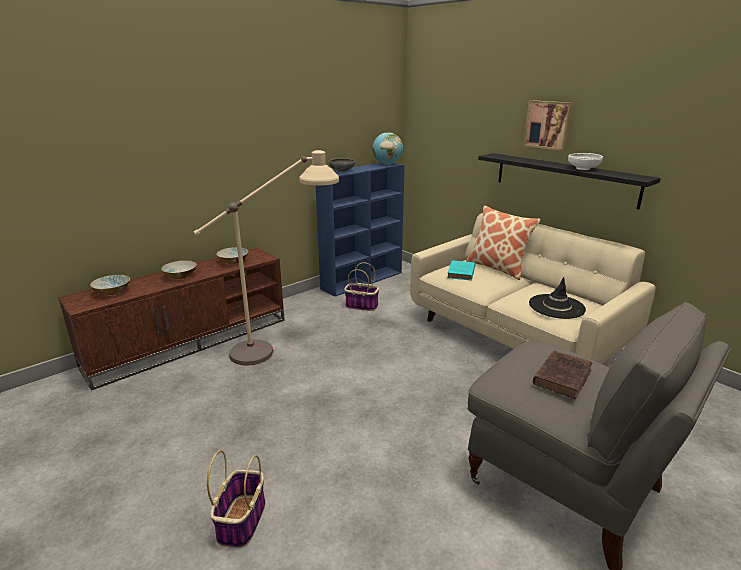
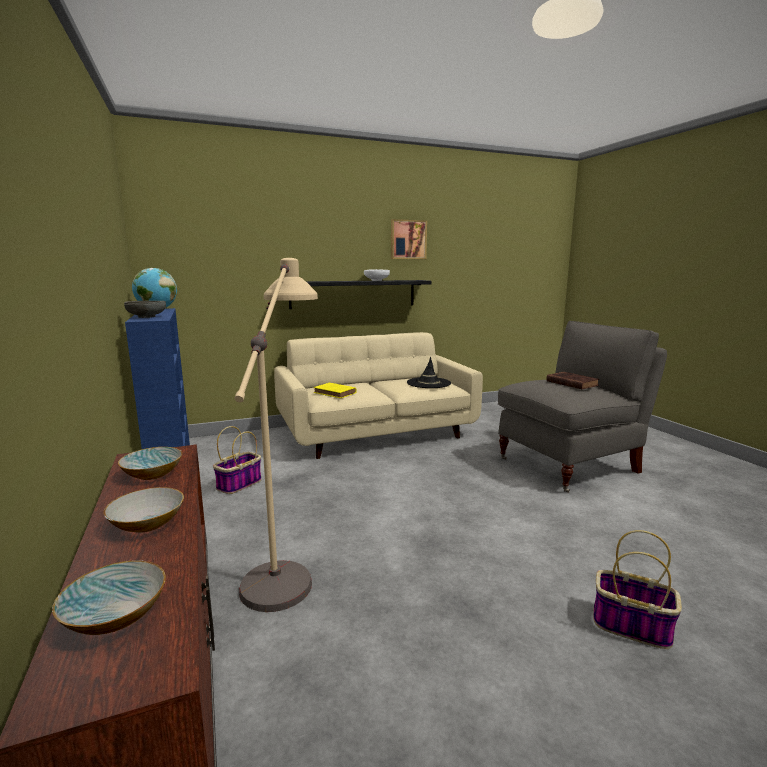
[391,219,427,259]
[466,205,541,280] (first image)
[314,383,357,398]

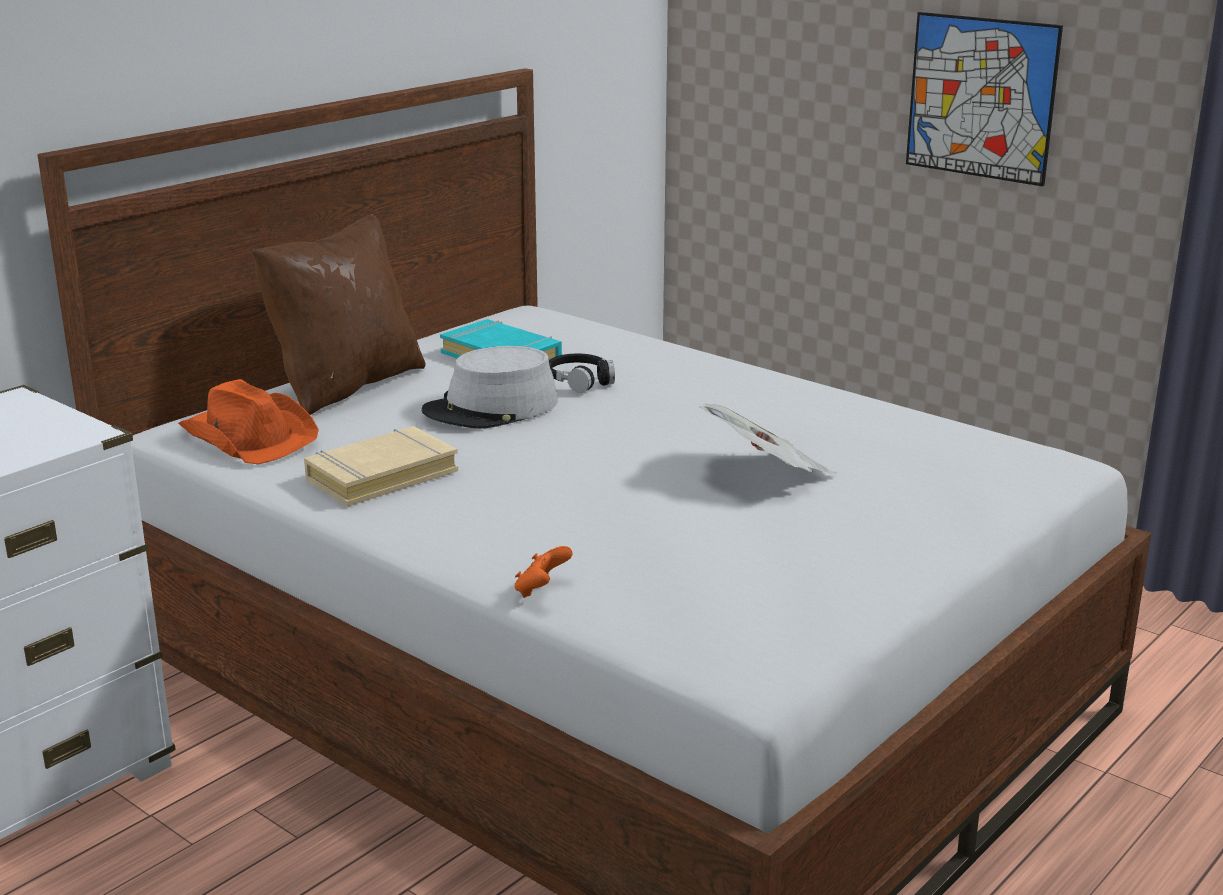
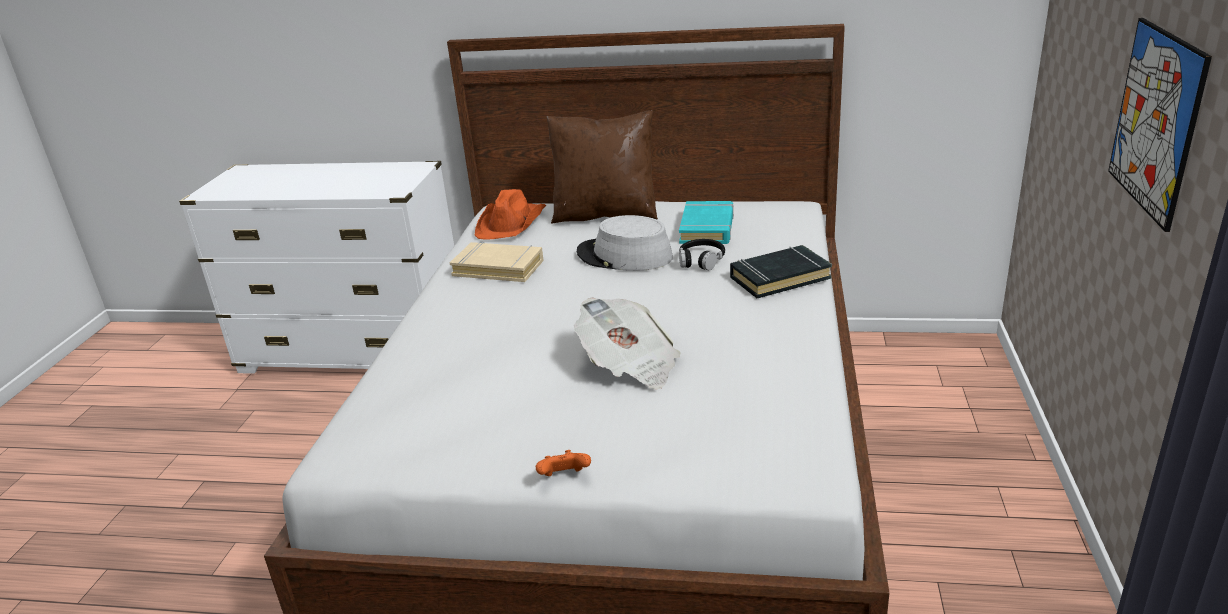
[536,450,591,476]
[730,245,832,298]

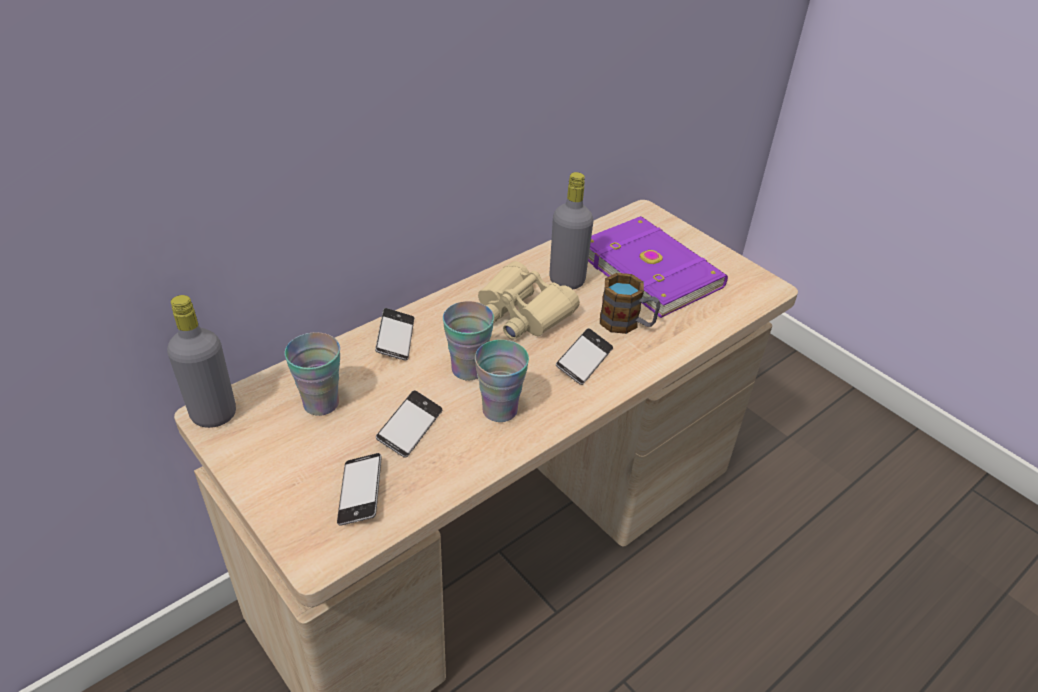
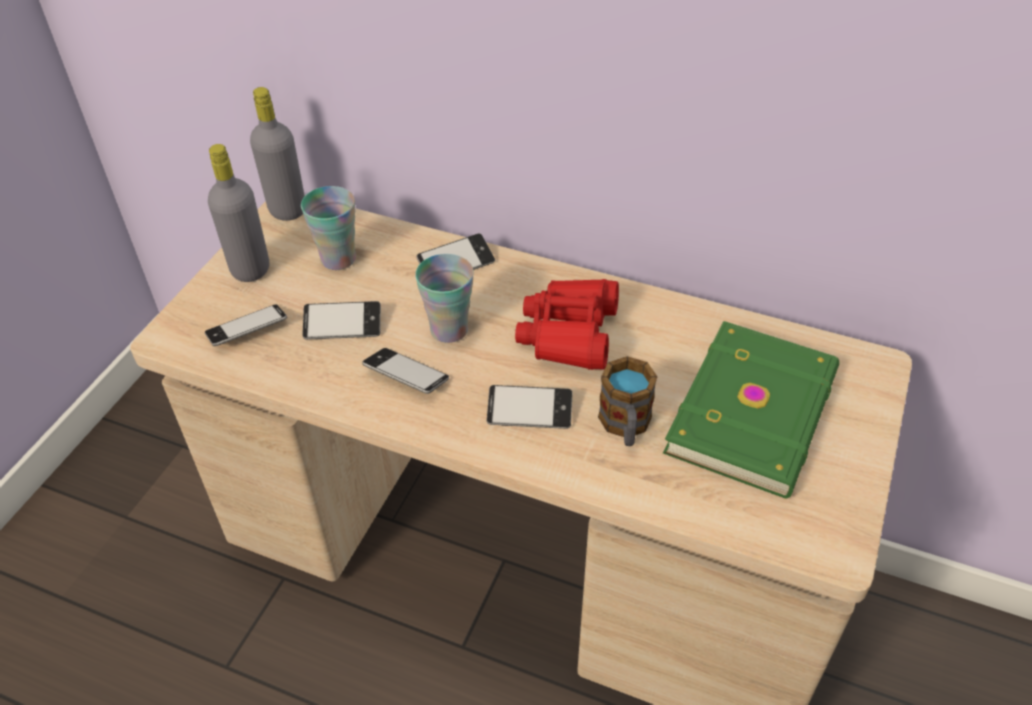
[208,144,269,282]
[663,321,839,499]
[515,279,619,370]
[362,348,449,394]

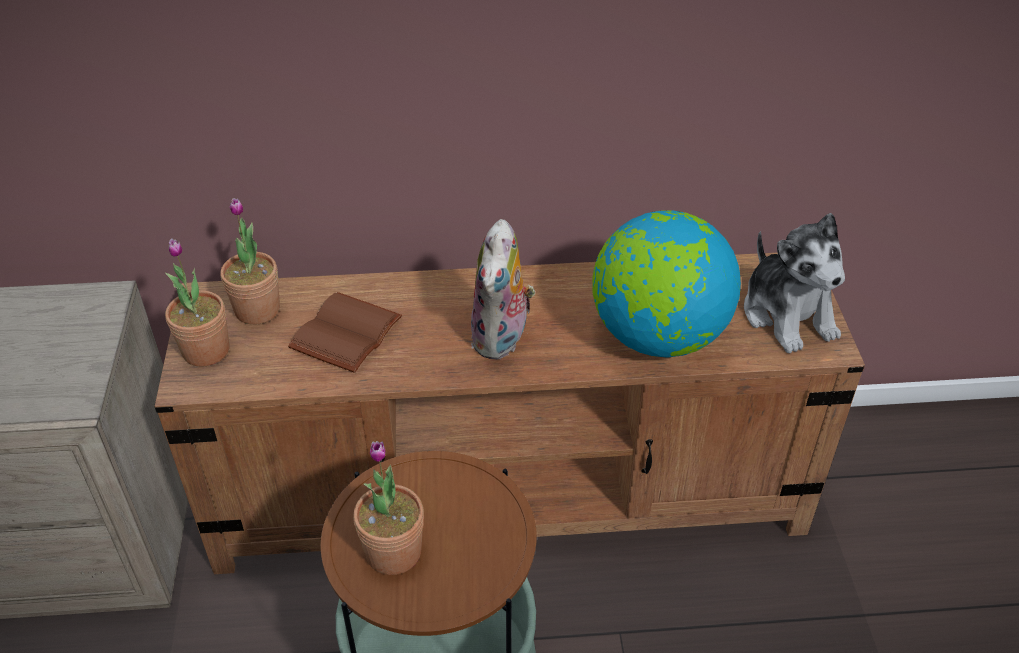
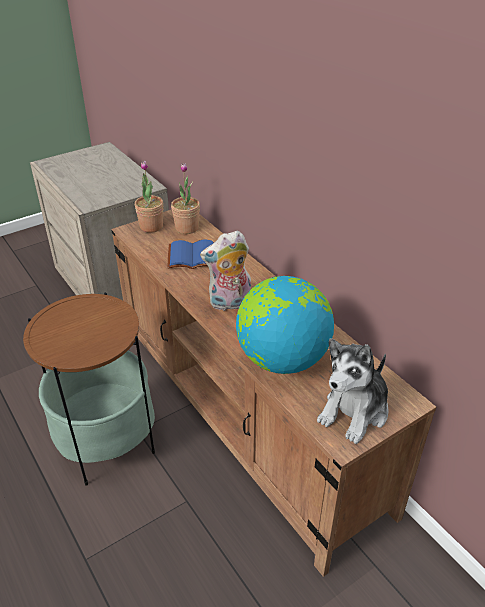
[167,240,214,269]
[353,441,424,575] (first image)

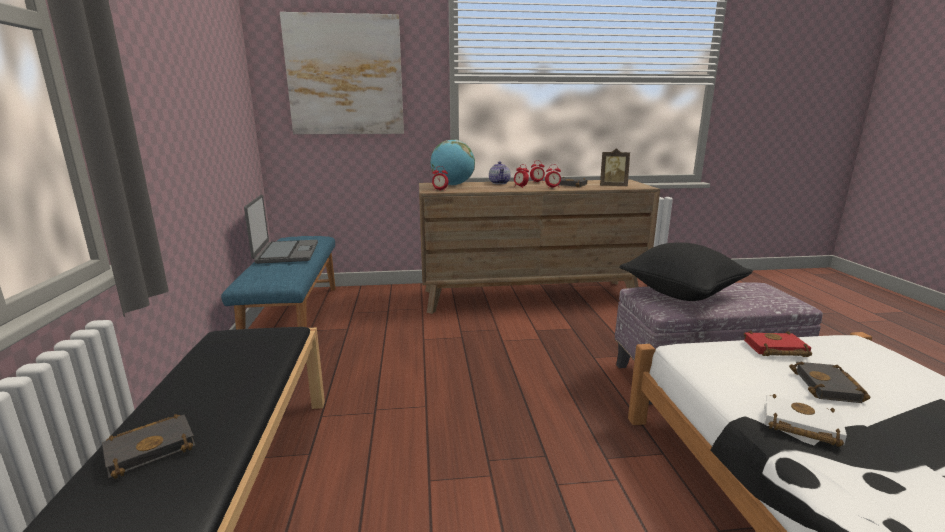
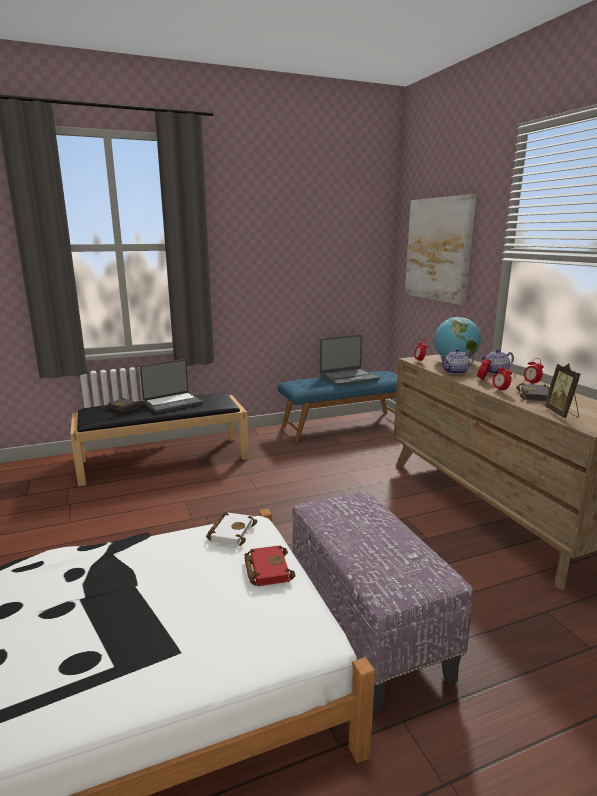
[620,242,753,301] (first image)
[789,362,871,403] (first image)
[206,513,257,546]
[440,349,474,374]
[140,359,203,413]

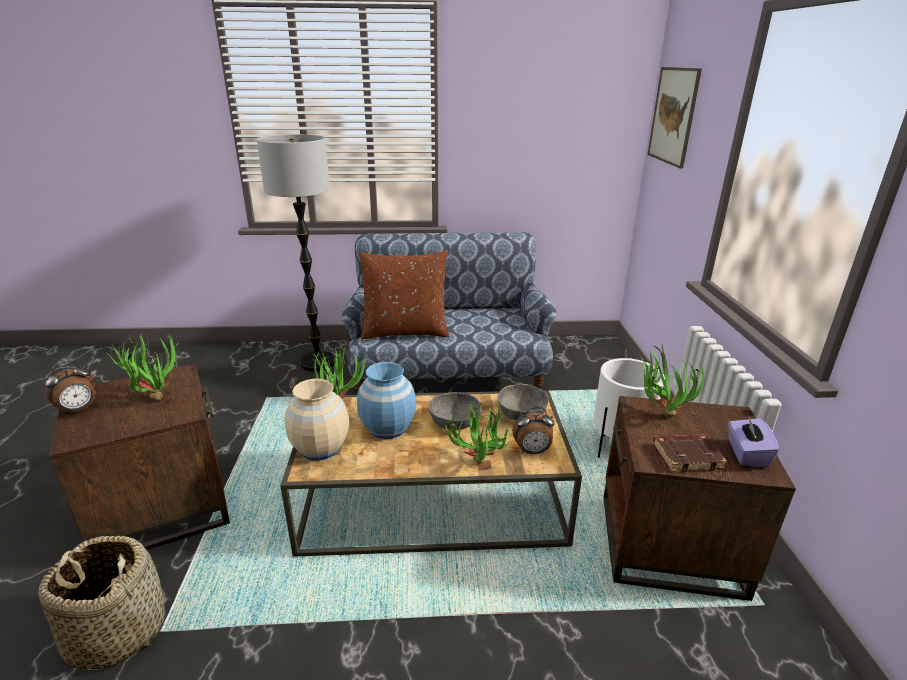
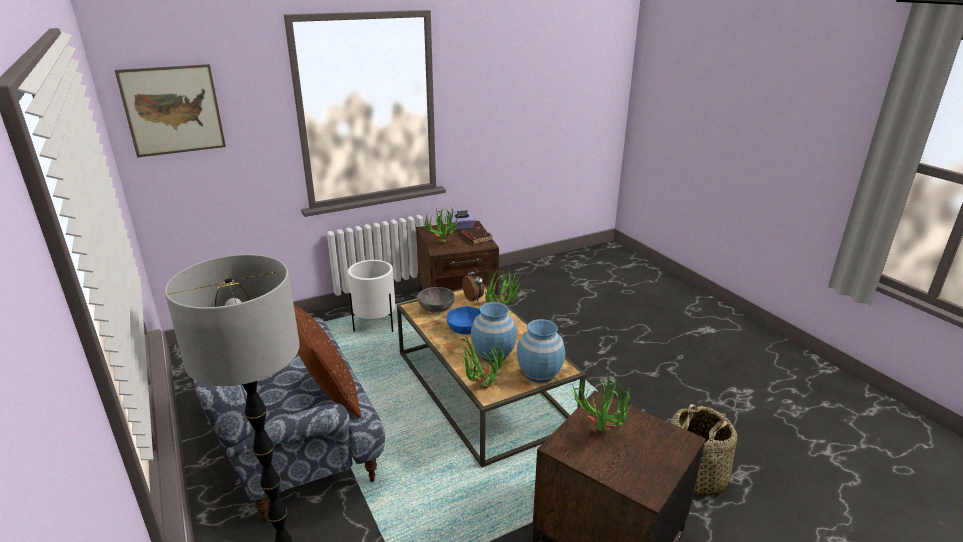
[45,361,96,415] (first image)
[517,319,565,383]
[447,306,481,335]

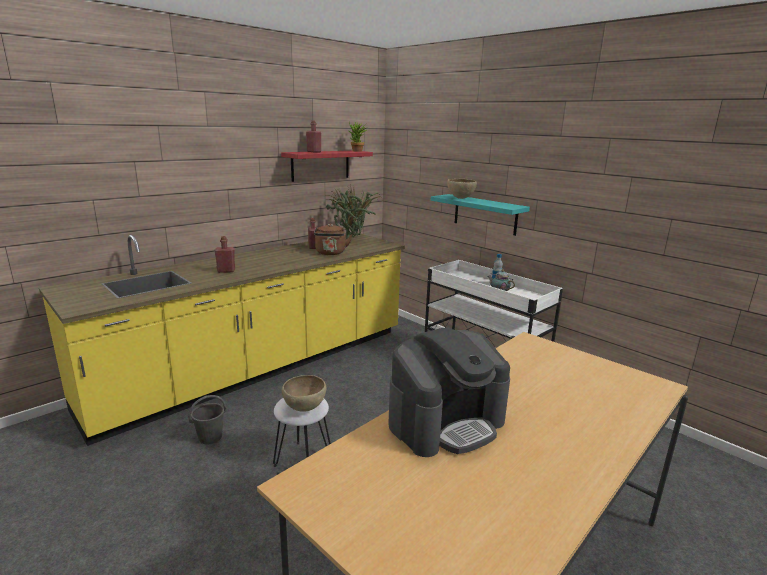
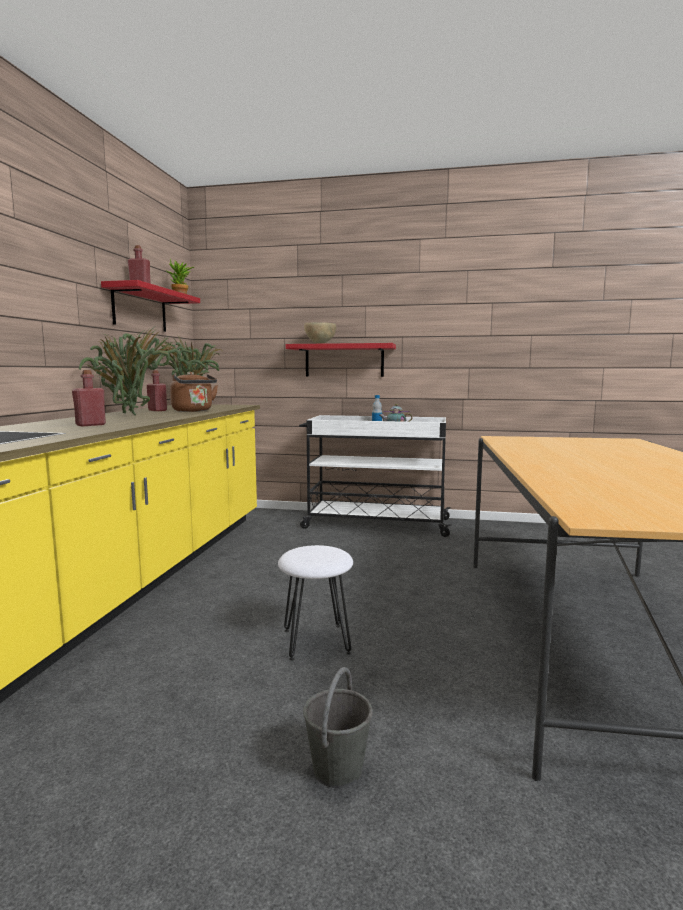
[286,343,396,377]
[388,327,510,457] (first image)
[282,375,327,412] (first image)
[303,667,373,788]
[79,325,181,415]

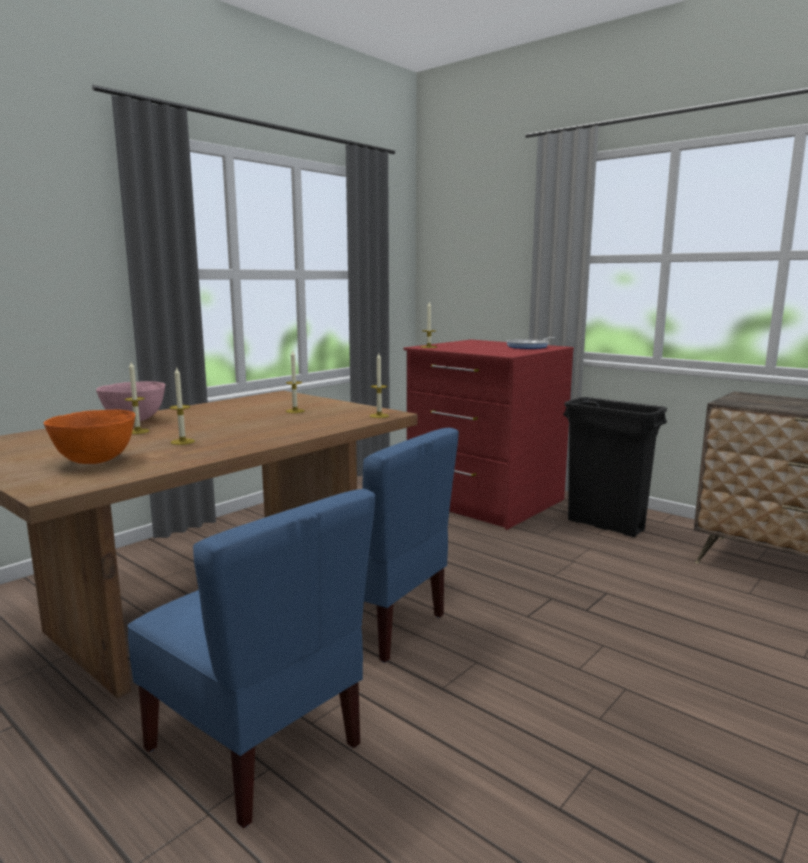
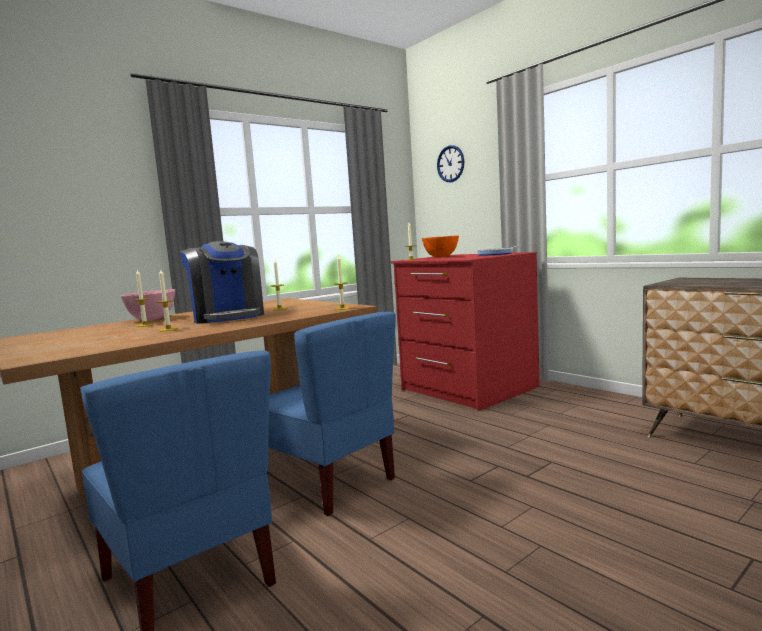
[563,397,667,537] (first image)
[422,235,459,258]
[437,145,464,182]
[180,241,264,324]

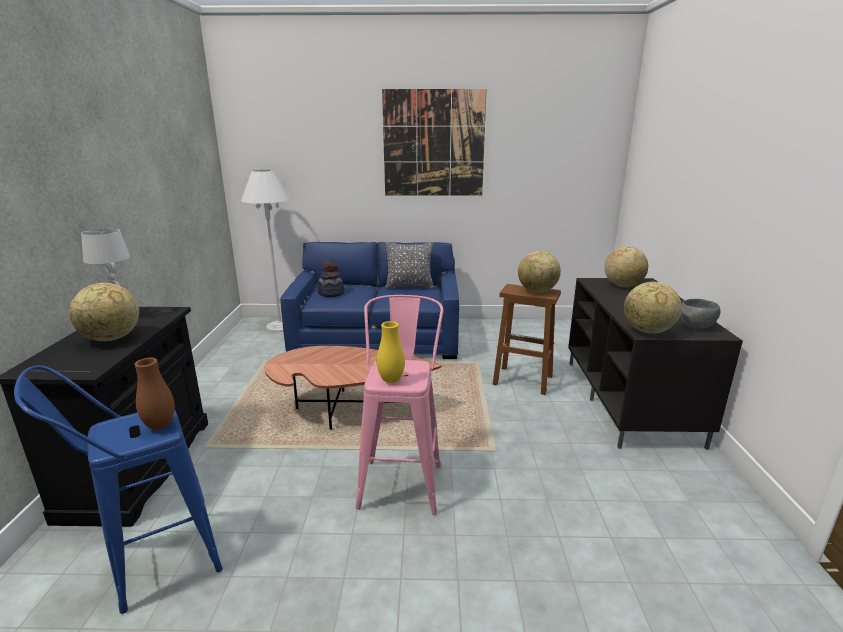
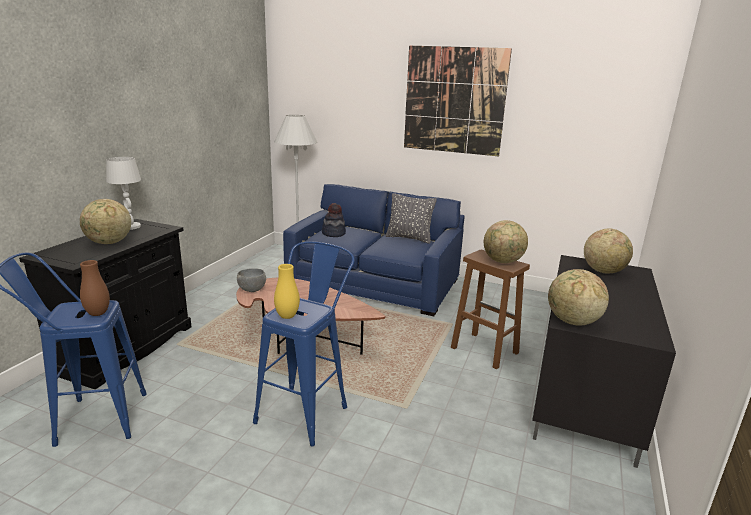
[253,241,355,446]
[237,268,266,292]

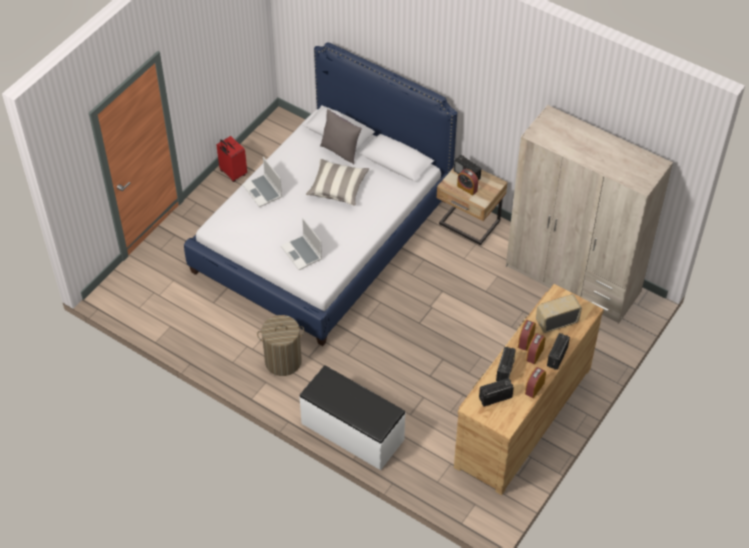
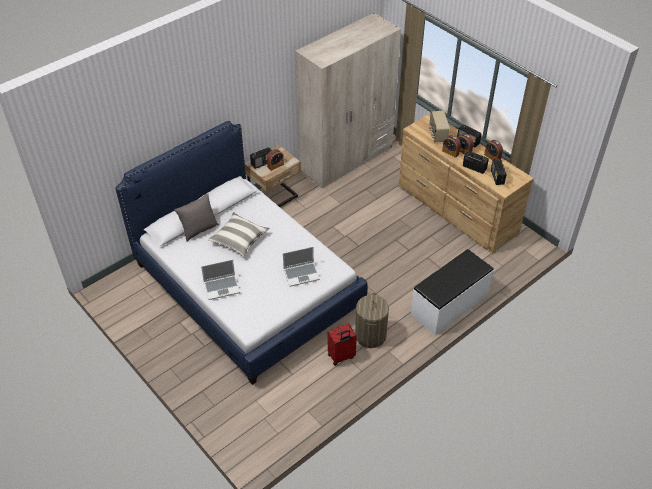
[328,323,357,366]

